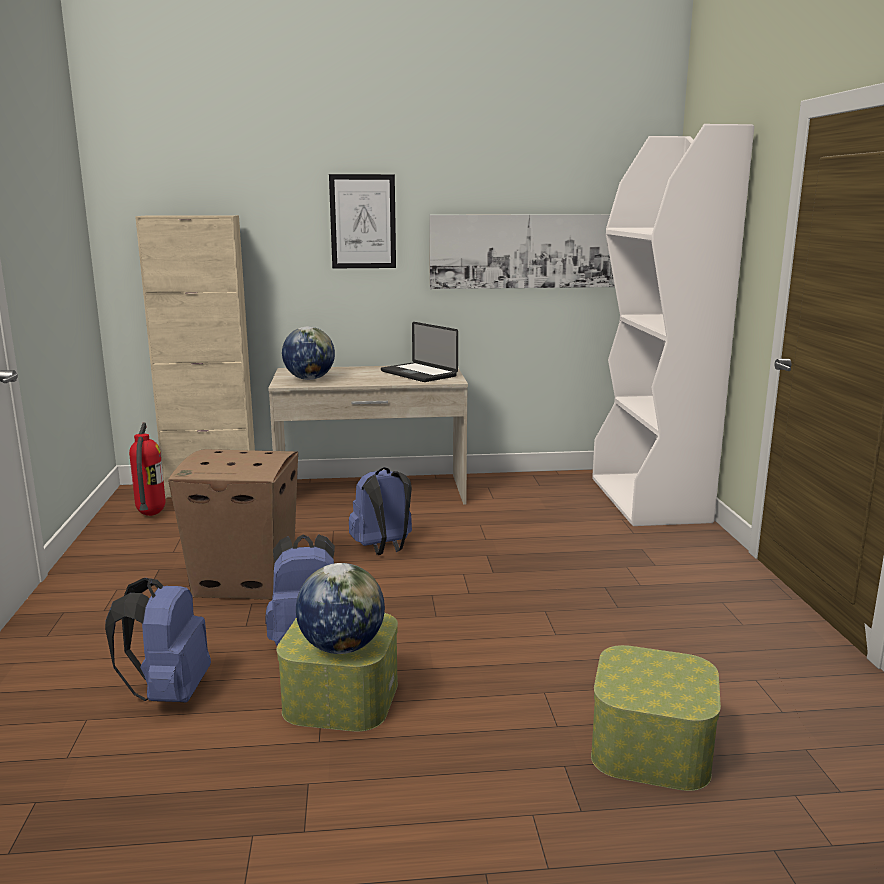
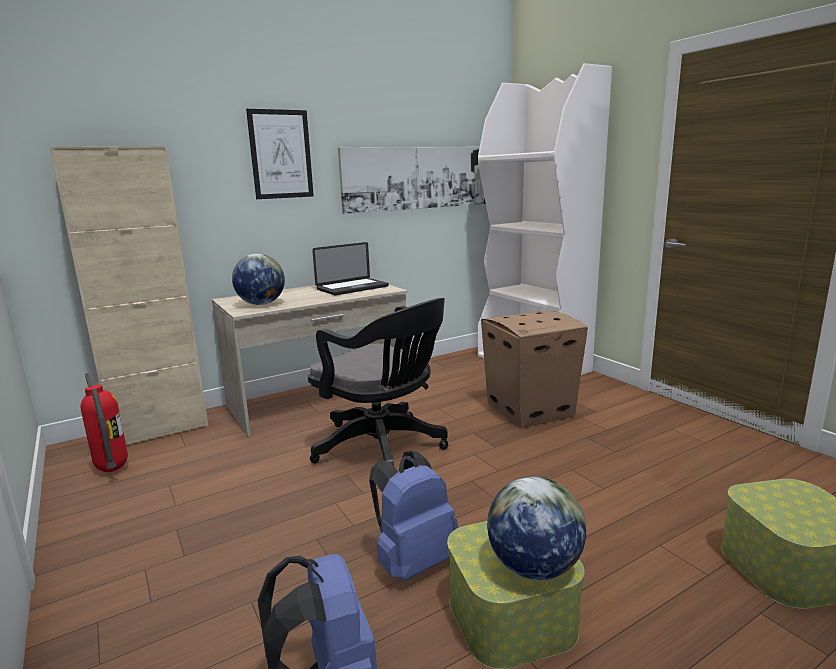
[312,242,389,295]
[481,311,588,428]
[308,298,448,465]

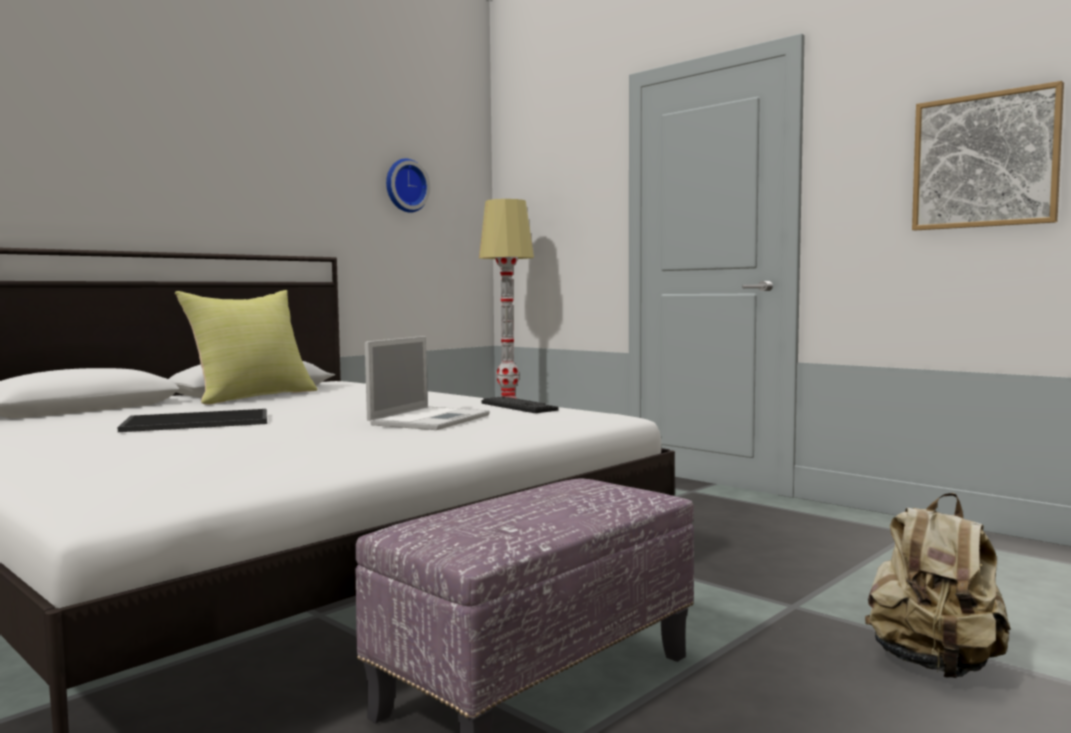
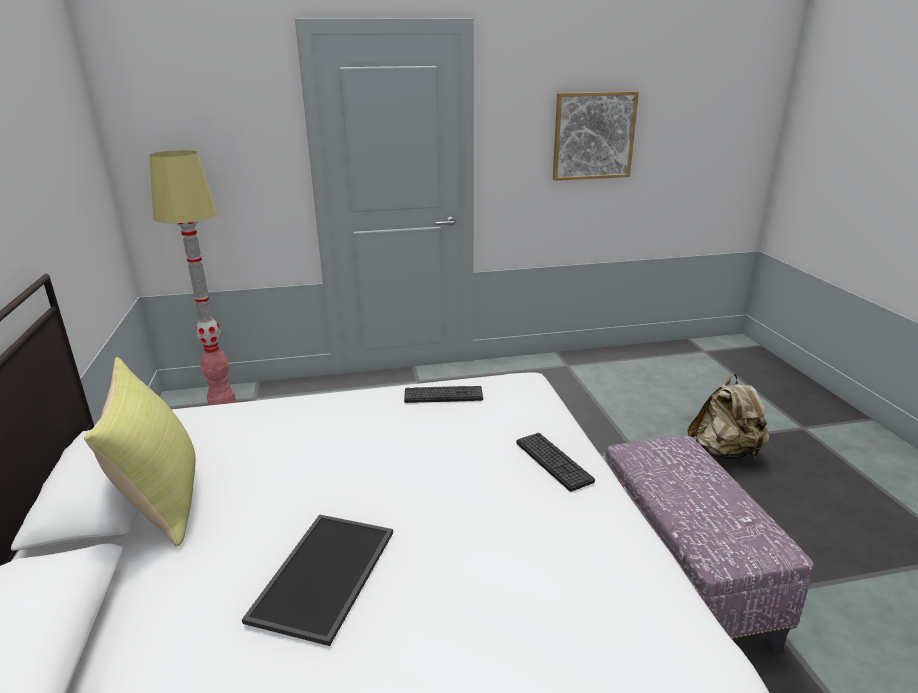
[386,159,430,213] (first image)
[365,336,490,430] (first image)
[516,433,595,492]

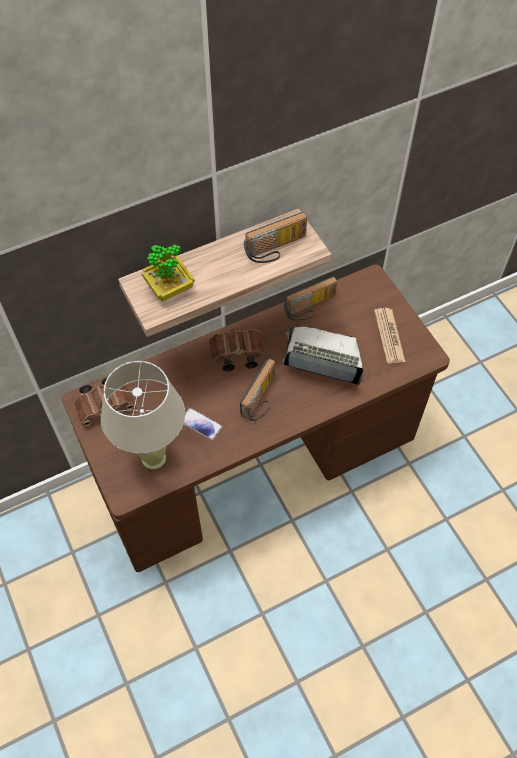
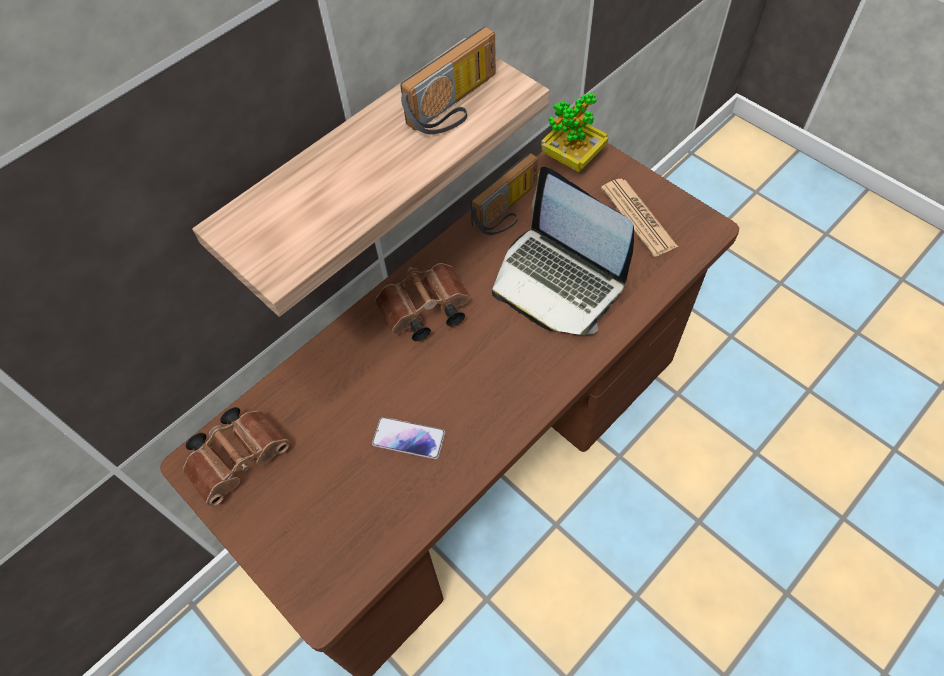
[541,93,608,172]
[492,167,634,335]
[240,359,275,421] (first image)
[101,361,185,470] (first image)

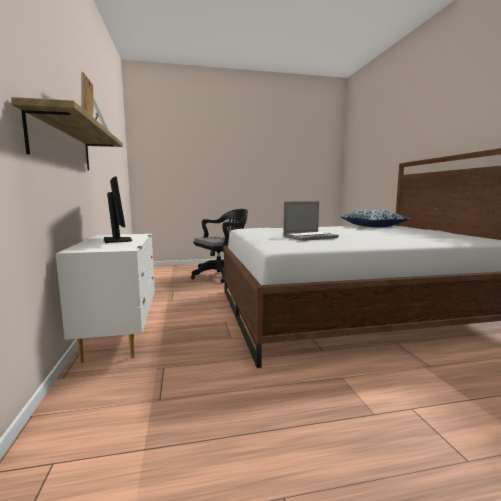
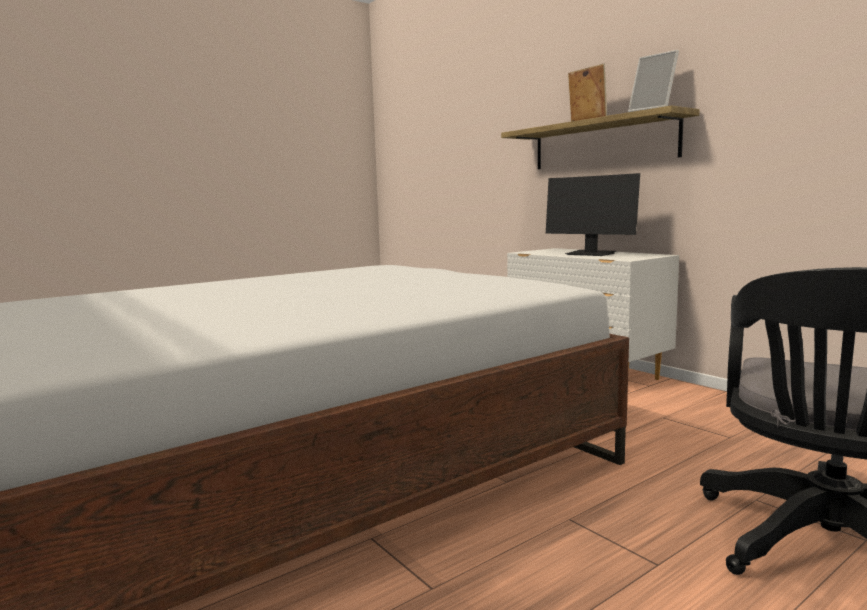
[283,201,339,241] (first image)
[341,209,410,227] (first image)

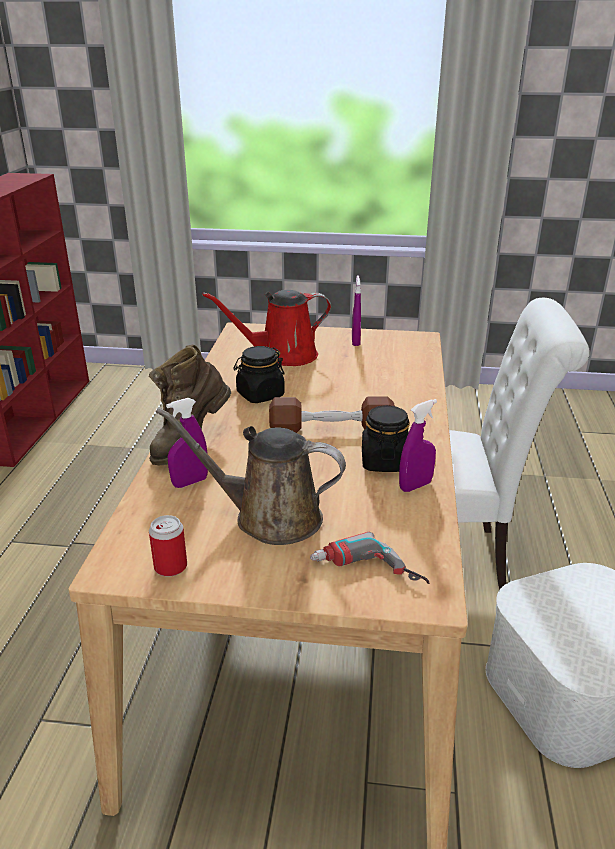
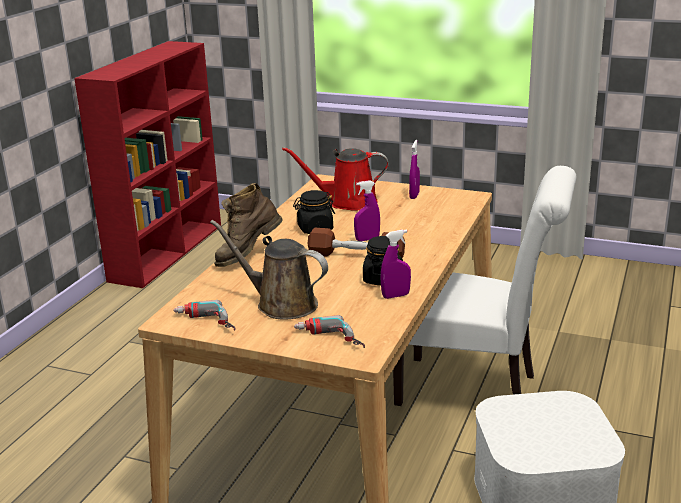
[354,180,380,241]
[174,300,236,330]

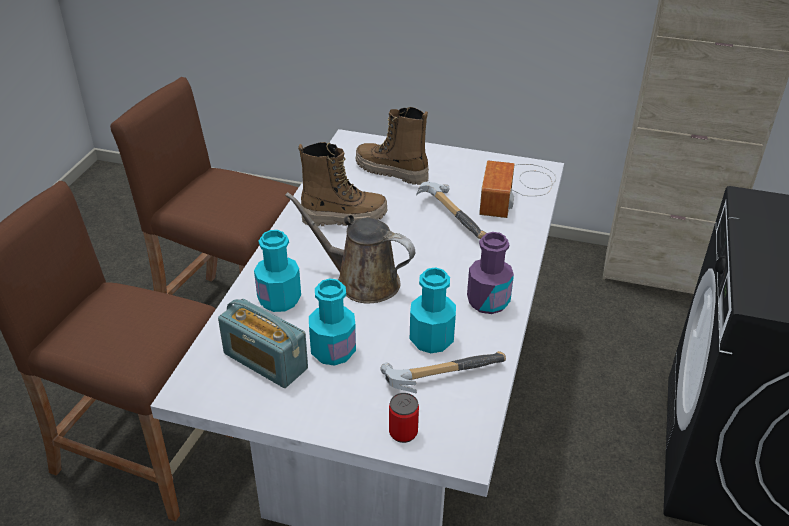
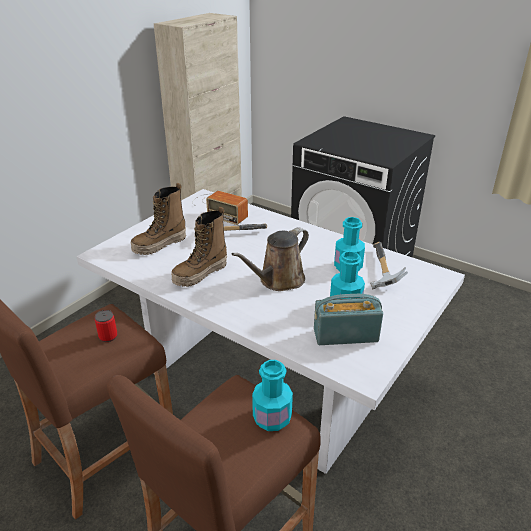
[171,207,227,287]
[252,360,293,431]
[467,232,514,314] (first image)
[314,294,383,345]
[95,310,117,342]

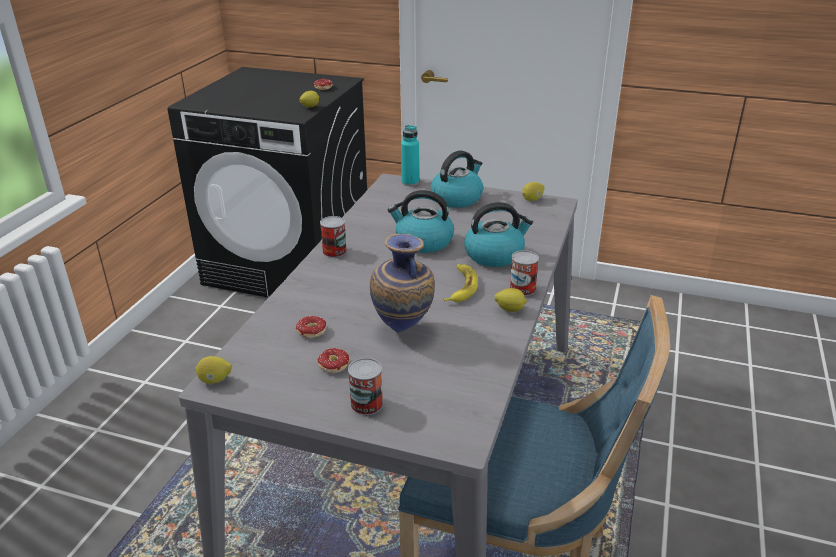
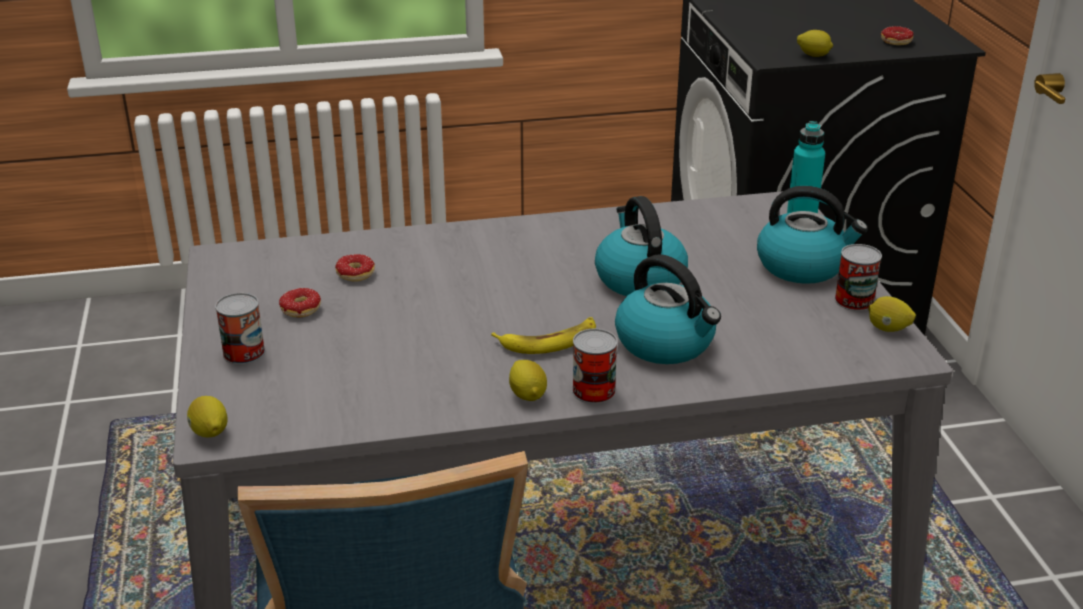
[835,244,882,311]
[370,234,435,333] (first image)
[187,396,228,437]

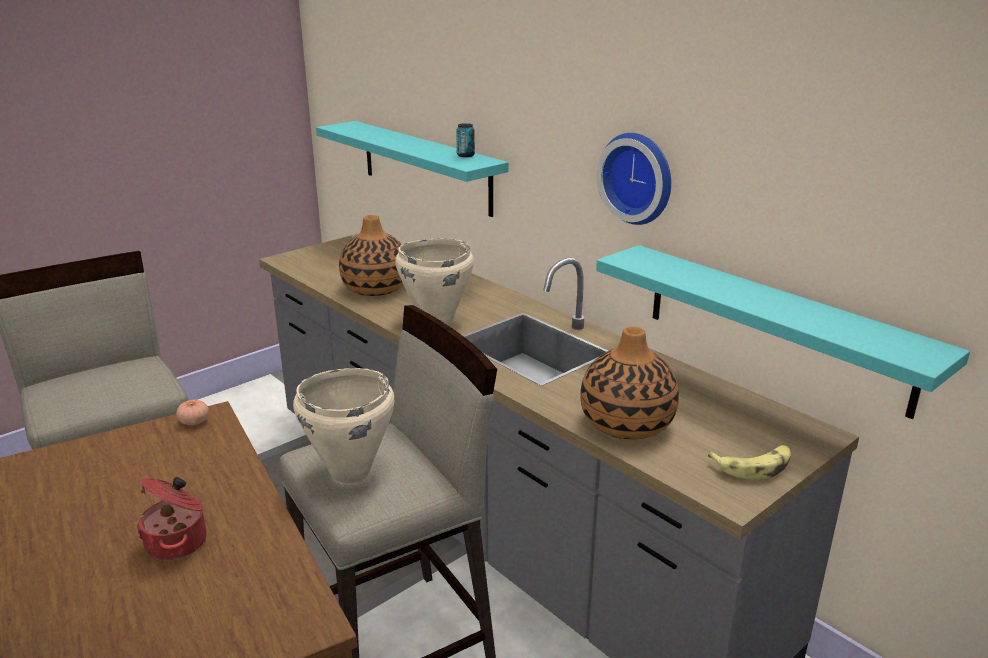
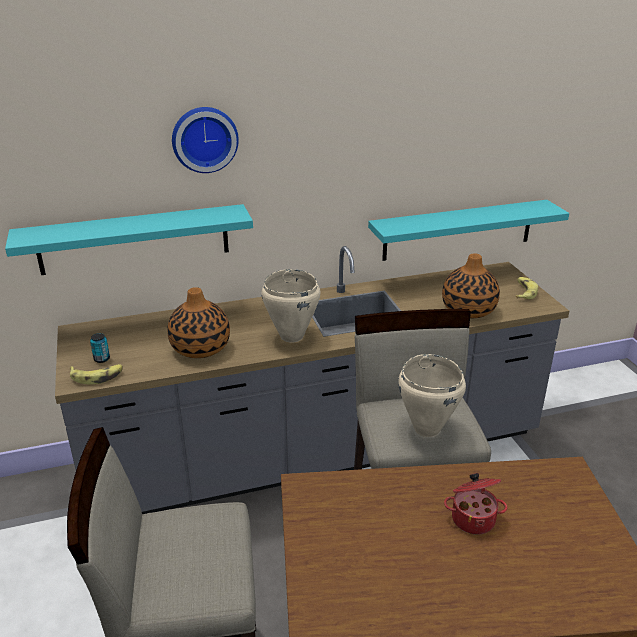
[90,333,110,363]
[172,107,239,173]
[176,400,209,425] (first image)
[70,364,123,384]

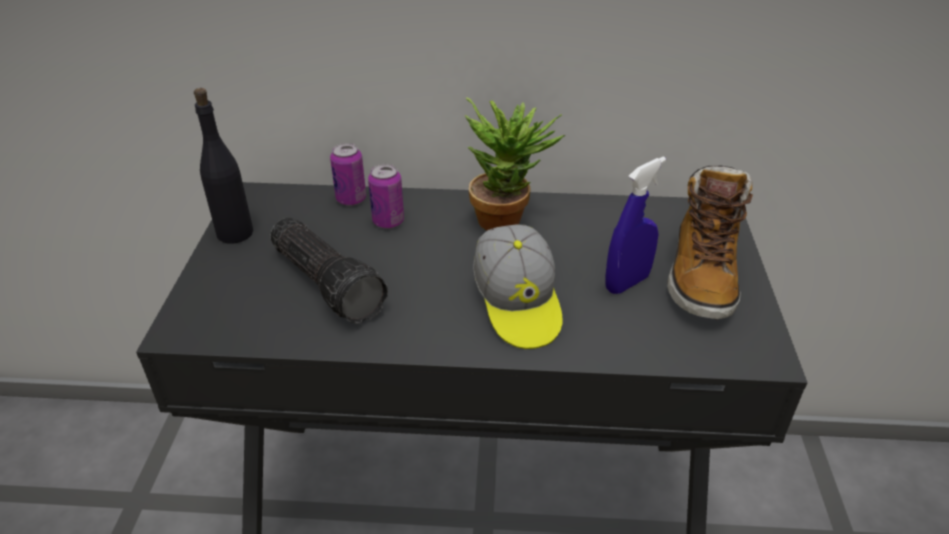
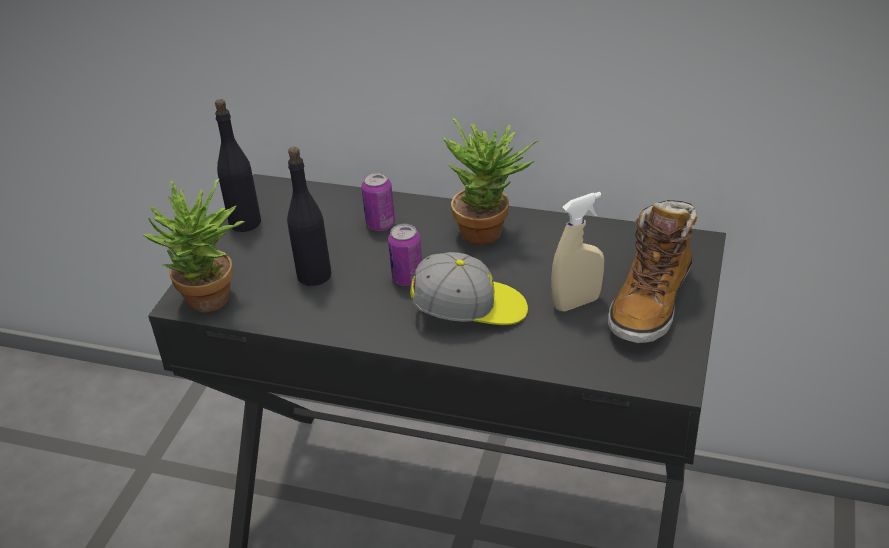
[388,224,422,286]
[551,192,604,311]
[287,147,331,286]
[410,252,528,325]
[143,178,245,312]

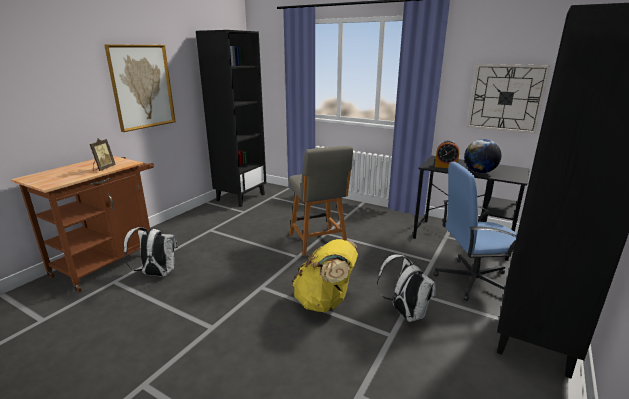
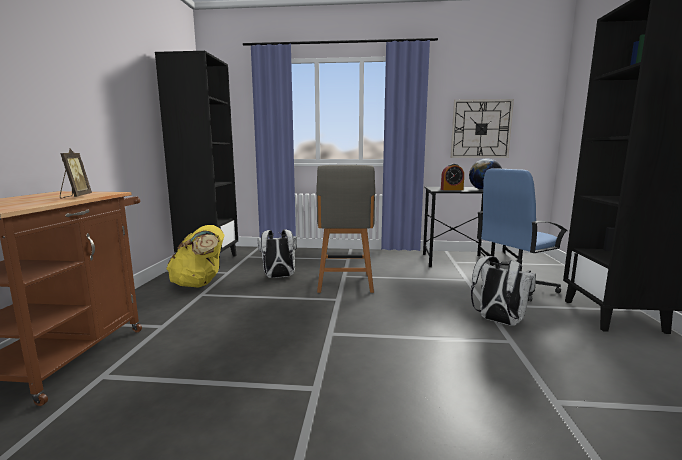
[104,44,176,132] (first image)
[316,165,376,293]
[257,229,297,278]
[166,225,225,287]

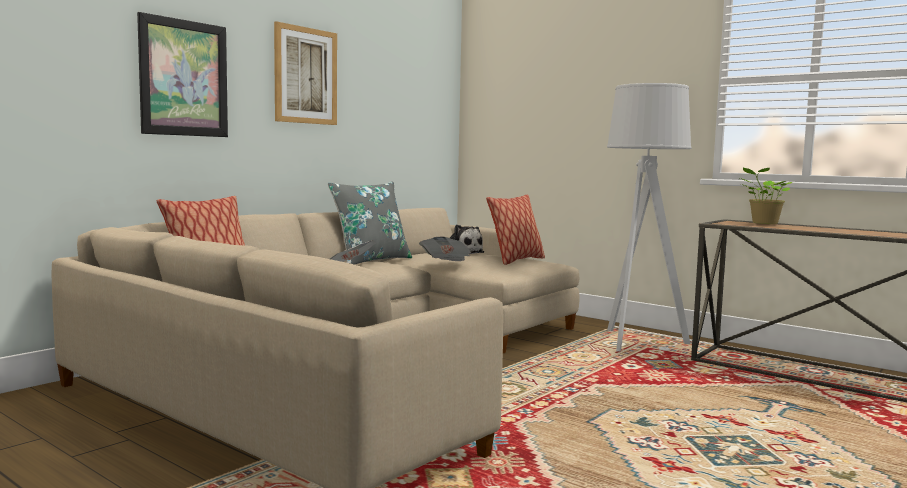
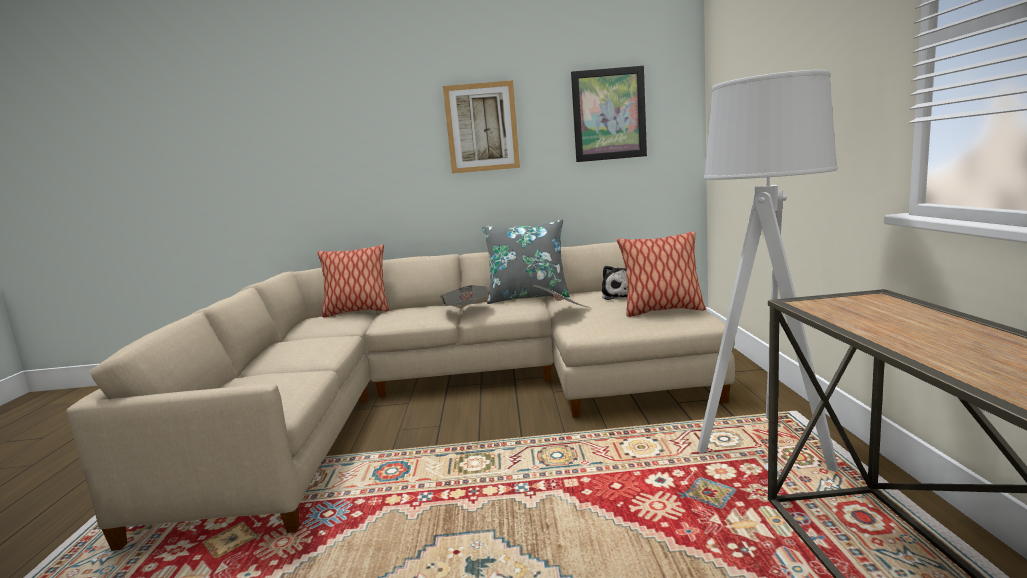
[571,66,647,162]
[740,168,792,224] (first image)

